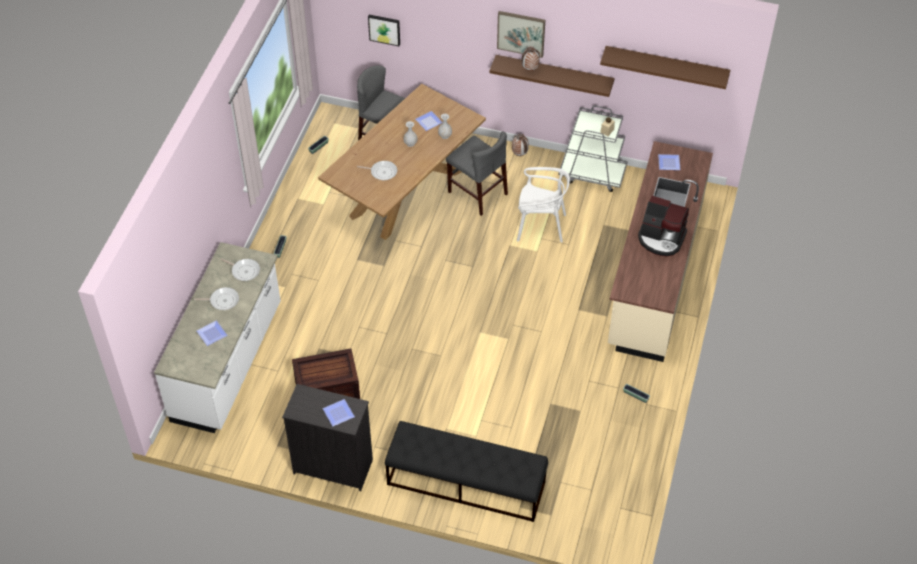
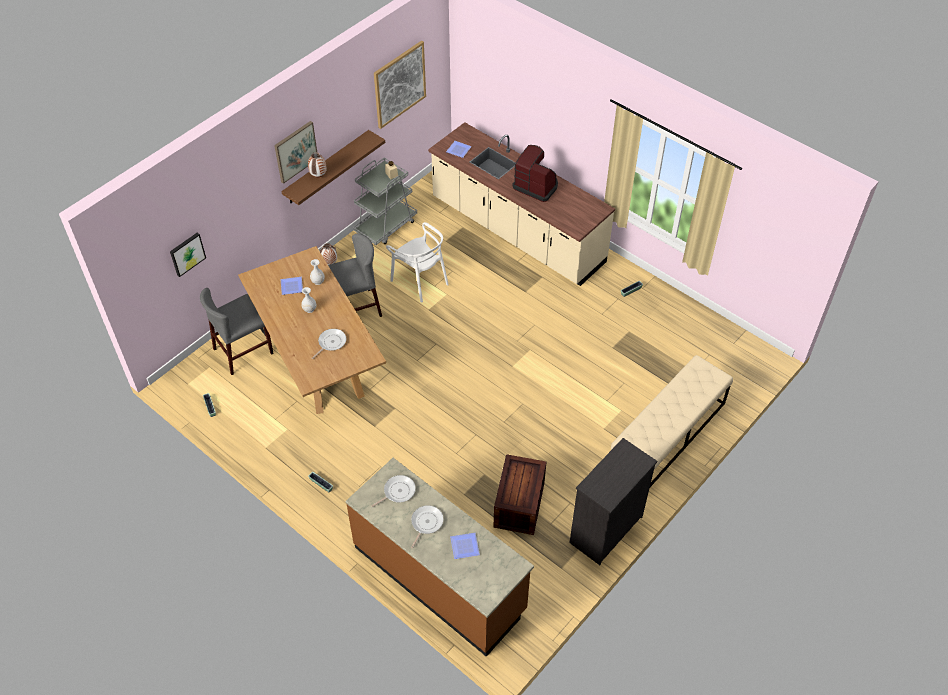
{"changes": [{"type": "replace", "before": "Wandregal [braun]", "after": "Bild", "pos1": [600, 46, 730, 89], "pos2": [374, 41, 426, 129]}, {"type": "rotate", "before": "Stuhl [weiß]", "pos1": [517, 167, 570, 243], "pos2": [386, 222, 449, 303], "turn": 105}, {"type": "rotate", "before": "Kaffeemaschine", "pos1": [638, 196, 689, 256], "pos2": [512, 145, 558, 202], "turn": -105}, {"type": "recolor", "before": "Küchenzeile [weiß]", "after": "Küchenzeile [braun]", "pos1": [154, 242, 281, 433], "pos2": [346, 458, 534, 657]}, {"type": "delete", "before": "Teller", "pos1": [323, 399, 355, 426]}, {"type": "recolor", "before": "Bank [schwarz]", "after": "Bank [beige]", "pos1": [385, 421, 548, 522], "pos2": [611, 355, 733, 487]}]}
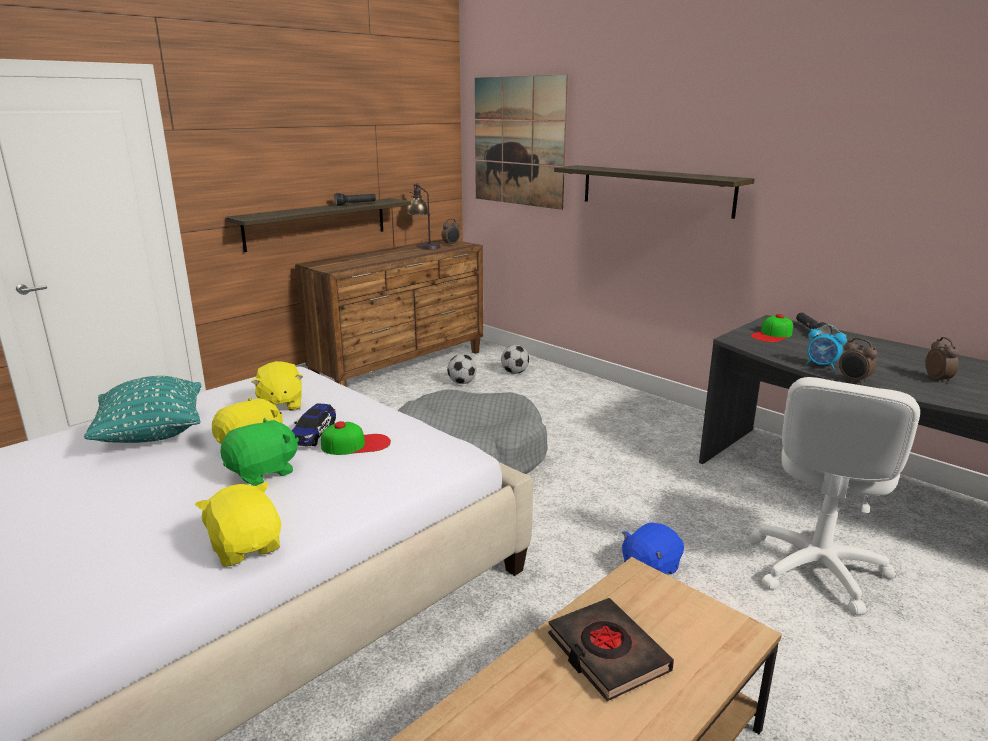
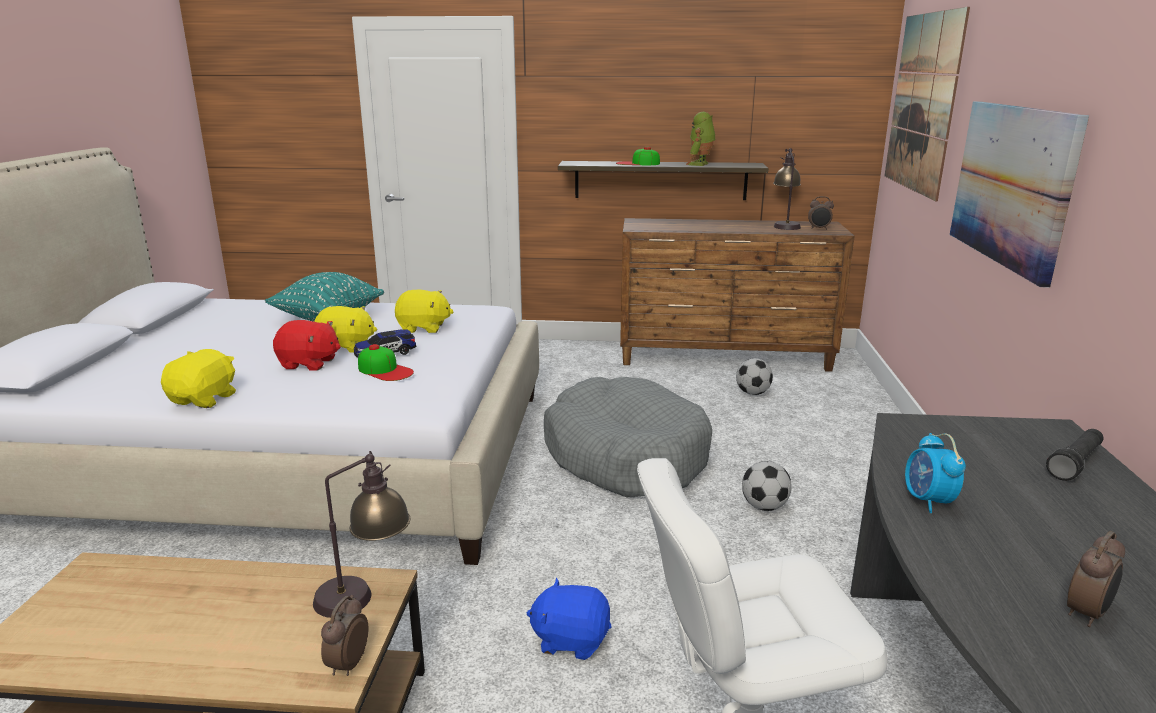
{"changes": [{"type": "replace", "before": "Wandregal", "after": "Bild", "pos1": [554, 165, 754, 219], "pos2": [950, 101, 1089, 288]}, {"type": "replace", "before": "Taschenlampe [schwarz]", "after": "Spielzeugroboter", "pos1": [335, 193, 376, 206], "pos2": [686, 112, 716, 166]}, {"type": "move", "before": "Kappe", "pos1": [751, 314, 793, 342], "pos2": [616, 147, 660, 165]}, {"type": "move", "before": "Wecker", "pos1": [839, 338, 877, 384], "pos2": [321, 595, 369, 676]}, {"type": "move", "before": "Fußball", "pos1": [501, 345, 529, 374], "pos2": [742, 461, 792, 511]}, {"type": "rotate", "before": "Plüschtier [gelb]", "pos1": [251, 361, 303, 411], "pos2": [395, 290, 454, 333], "turn": -120}, {"type": "recolor", "before": "Plüschtier [grün]", "after": "Plüschtier [rot]", "pos1": [220, 418, 299, 486], "pos2": [273, 320, 341, 371]}, {"type": "delete", "before": "Buch [schwarz]", "pos1": [548, 598, 674, 701]}, {"type": "insert", "after": "Tischlampe", "pos2": [313, 451, 410, 618]}]}
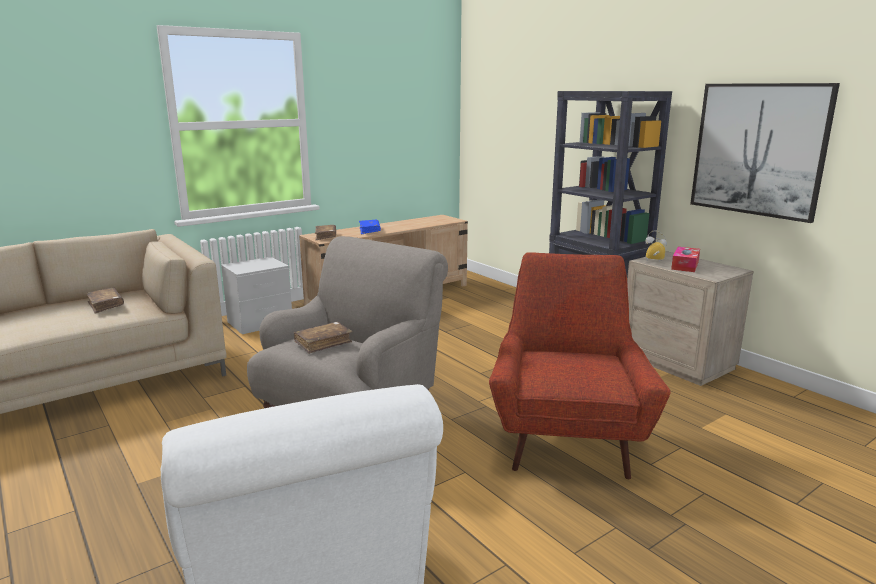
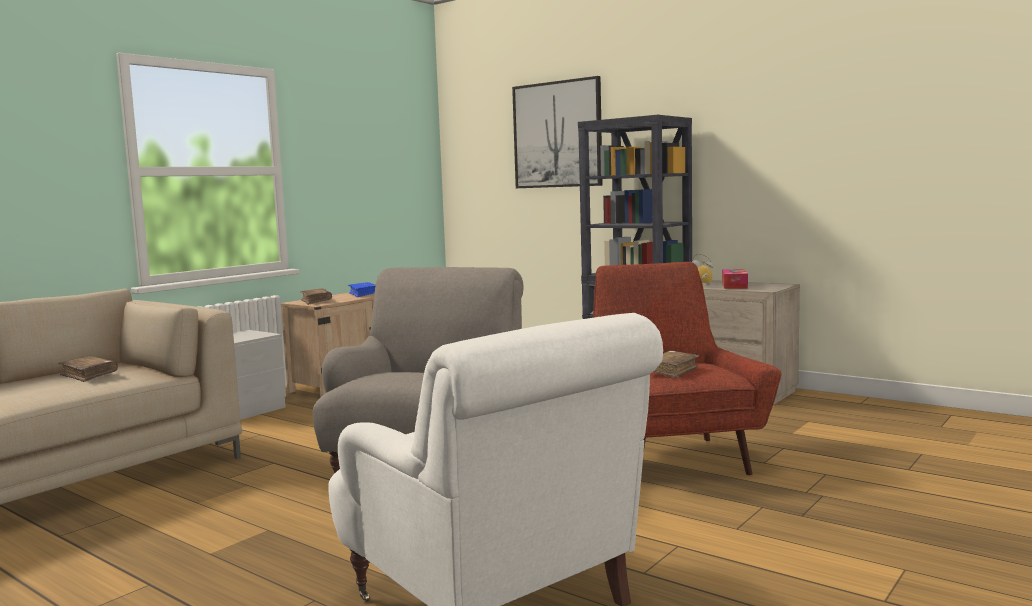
{"changes": [{"type": "move", "before": "Bild", "pos1": [690, 83, 840, 223], "pos2": [512, 76, 603, 188]}, {"type": "move", "before": "Buch [braun]", "pos1": [294, 322, 352, 354], "pos2": [653, 351, 699, 378]}]}
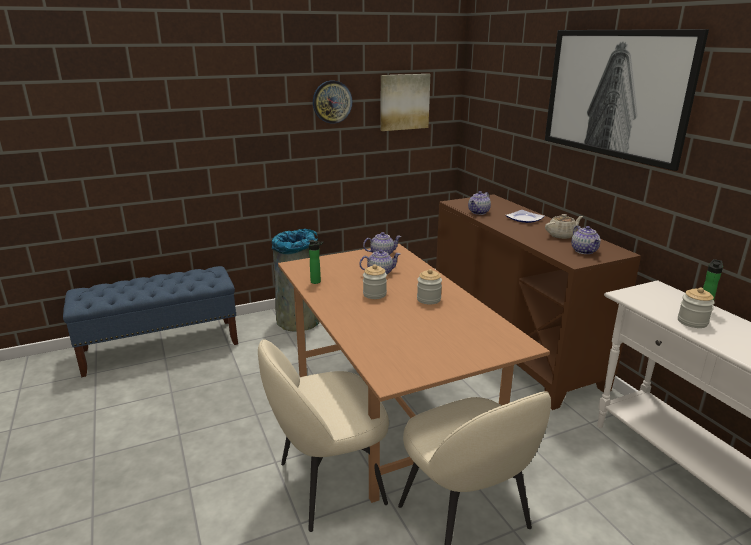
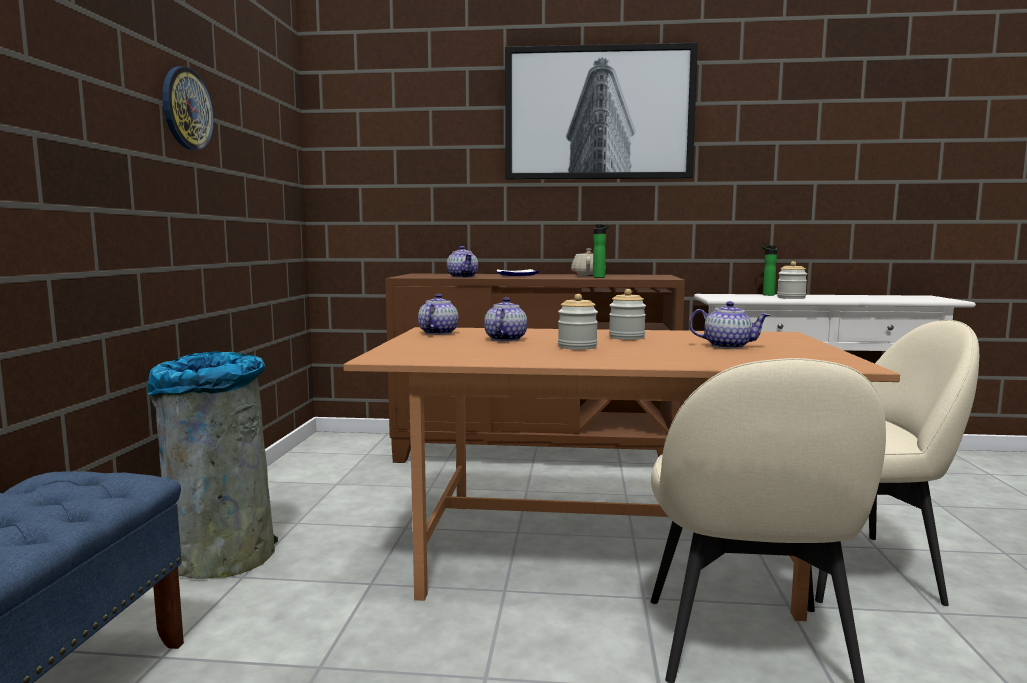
{"changes": [{"type": "delete", "before": "Bild", "pos1": [380, 74, 430, 131]}, {"type": "move", "before": "Teekanne", "pos1": [571, 225, 601, 254], "pos2": [689, 301, 770, 349]}, {"type": "move", "before": "Flasche", "pos1": [309, 240, 323, 284], "pos2": [593, 224, 609, 278]}]}
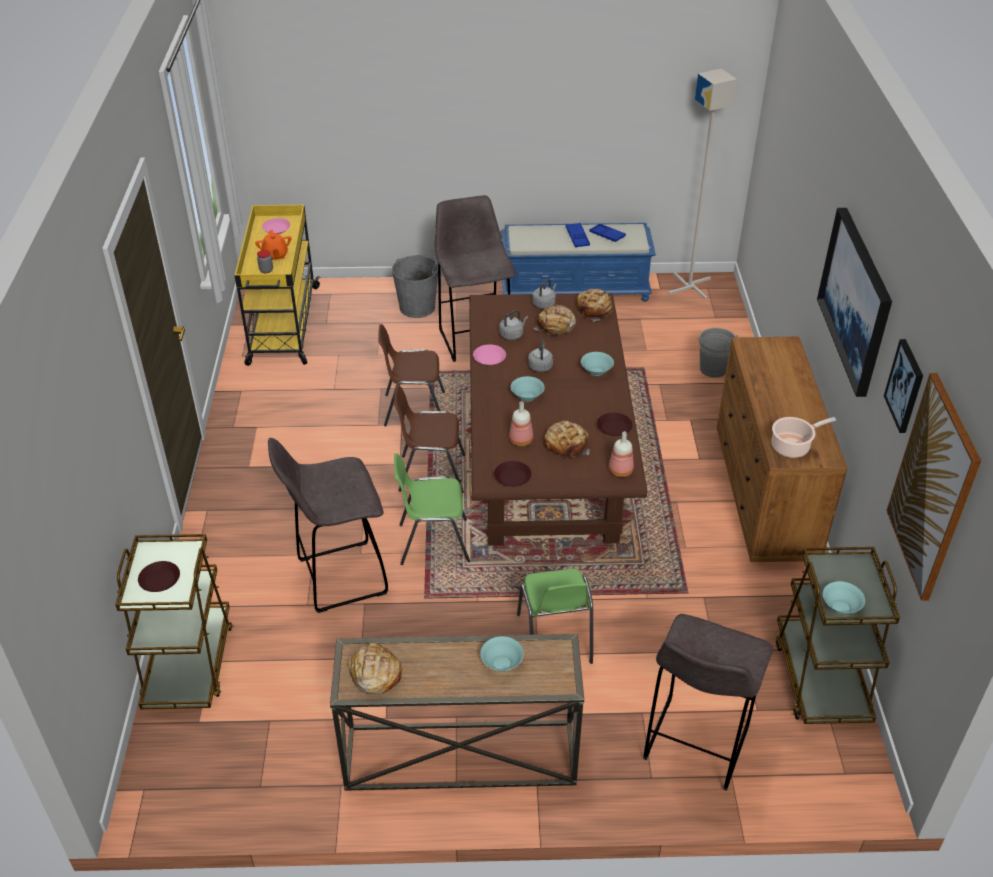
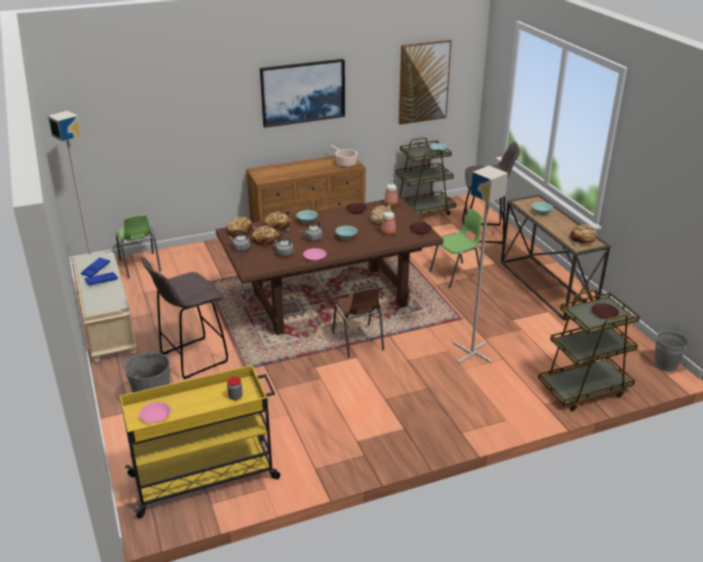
{"changes": [{"type": "recolor", "before": "Bank [blau]", "after": "Bank [beige]", "pos1": [502, 223, 656, 302], "pos2": [73, 252, 137, 363]}, {"type": "delete", "before": "Teekanne [orange]", "pos1": [255, 230, 291, 260]}, {"type": "delete", "before": "Stuhl [braun]", "pos1": [378, 324, 445, 426]}, {"type": "move", "before": "Eimer [grau]", "pos1": [697, 328, 738, 378], "pos2": [654, 329, 688, 371]}, {"type": "delete", "before": "Bild", "pos1": [884, 339, 923, 433]}, {"type": "replace", "before": "Hocker [grau]", "after": "Stehlampe [grau]", "pos1": [268, 438, 388, 613], "pos2": [453, 166, 508, 363]}, {"type": "move", "before": "Stuhl [grün]", "pos1": [394, 453, 470, 565], "pos2": [116, 215, 161, 278]}, {"type": "insert", "after": "Brot", "pos2": [264, 212, 291, 231]}]}
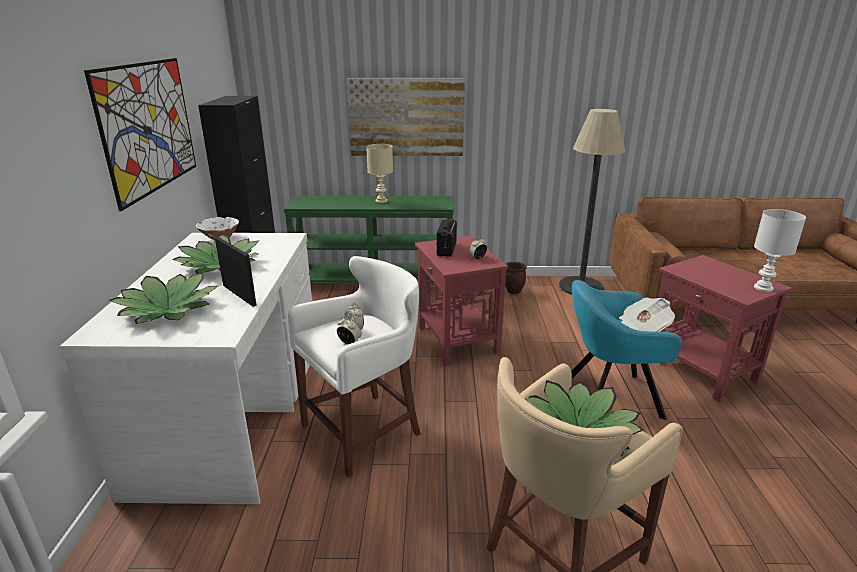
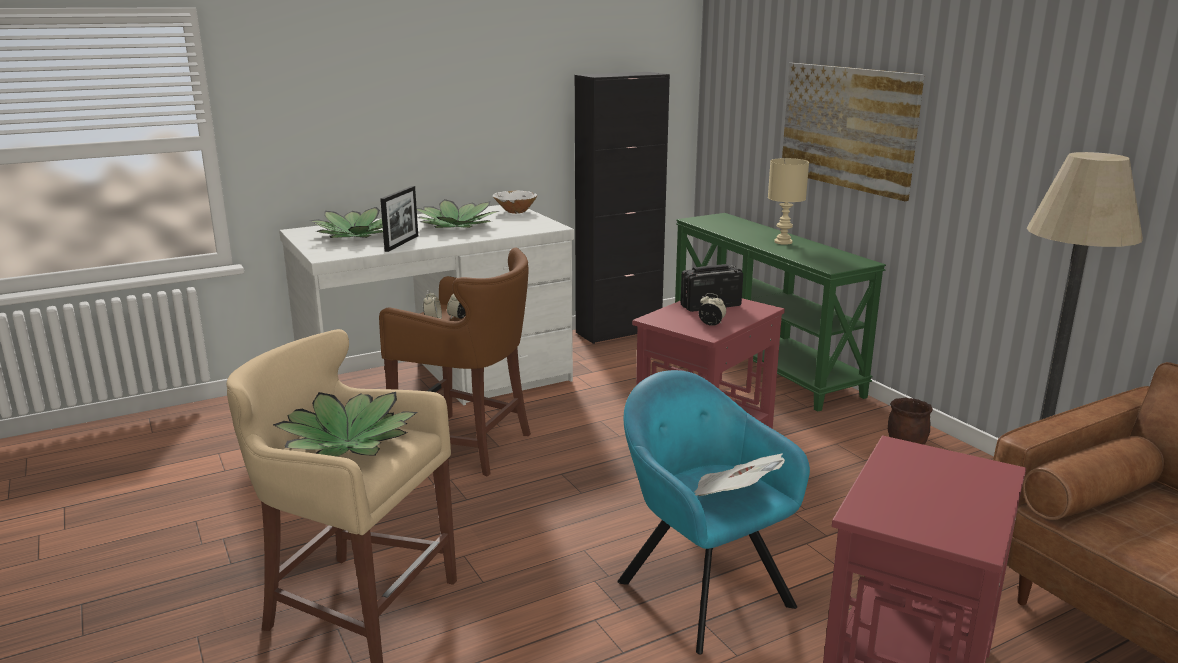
{"changes": [{"type": "delete", "before": "Bild", "pos1": [84, 58, 196, 211]}, {"type": "delete", "before": "Tischlampe [weiß]", "pos1": [754, 209, 806, 292]}, {"type": "recolor", "before": "Hocker [weiß]", "after": "Hocker [braun]", "pos1": [288, 256, 421, 477], "pos2": [379, 248, 531, 476]}]}
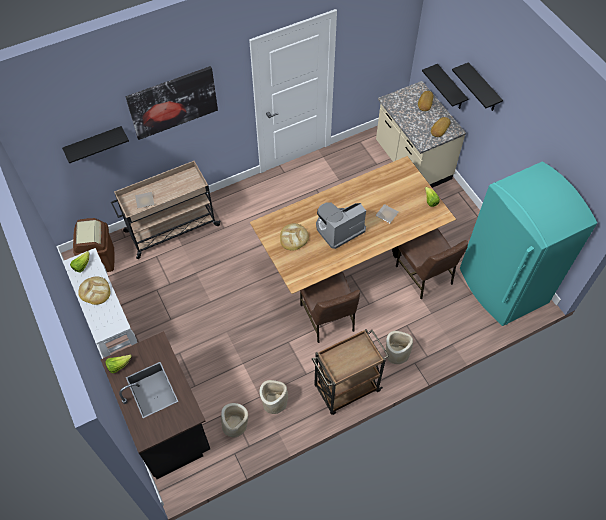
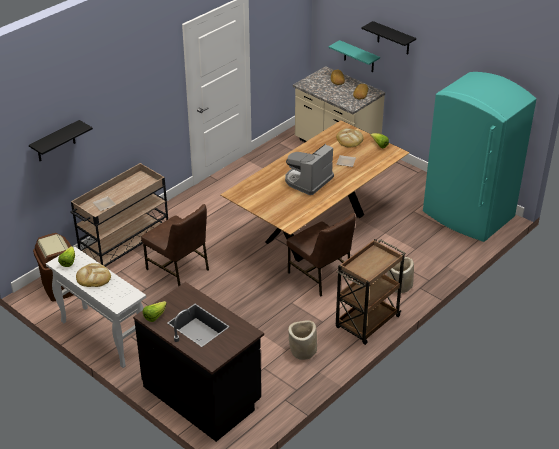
{"changes": [{"type": "recolor", "before": "Wandregal [schwarz]", "after": "Wandregal [türkis]", "pos1": [422, 64, 468, 109], "pos2": [328, 40, 380, 72]}, {"type": "delete", "before": "Bild", "pos1": [125, 66, 218, 140]}, {"type": "move", "before": "Brot", "pos1": [280, 223, 309, 251], "pos2": [336, 128, 364, 148]}, {"type": "move", "before": "Stuhl [braun]", "pos1": [396, 228, 468, 299], "pos2": [141, 204, 209, 287]}, {"type": "delete", "before": "Pflanzkübel [beige]", "pos1": [221, 403, 248, 437]}]}
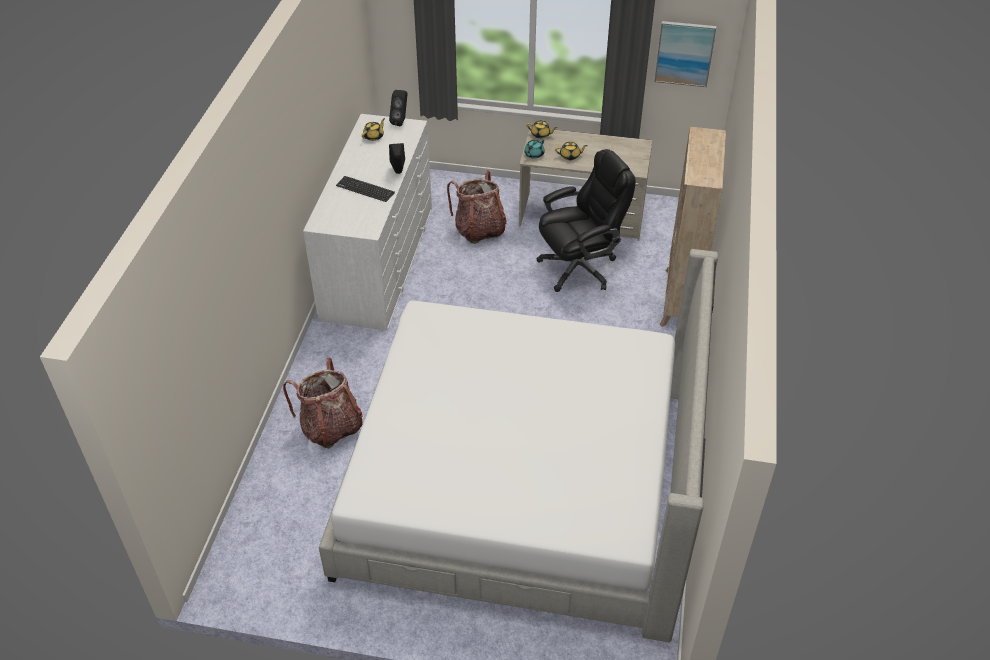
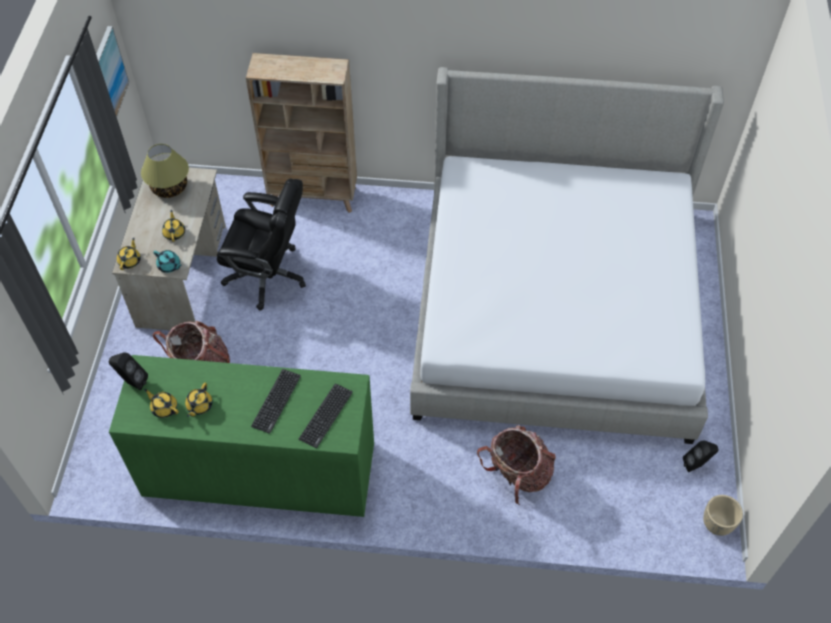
{"changes": [{"type": "recolor", "before": "Kommode [weiß]", "after": "Kommode [grün]", "pos1": [303, 114, 432, 331], "pos2": [109, 355, 374, 517]}, {"type": "move", "before": "Lautsprecher [schwarz]", "pos1": [389, 143, 405, 174], "pos2": [683, 441, 718, 472]}, {"type": "rotate", "before": "Bürostuhl [schwarz]", "pos1": [537, 149, 636, 292], "pos2": [217, 178, 306, 310], "turn": 135}, {"type": "insert", "after": "Tischlampe", "pos2": [141, 144, 189, 198]}, {"type": "insert", "after": "Teekanne [gelb]", "pos2": [185, 382, 212, 417]}, {"type": "insert", "after": "Tastatur", "pos2": [298, 383, 353, 448]}, {"type": "insert", "after": "Pflanzkübel [beige]", "pos2": [703, 495, 743, 536]}]}
